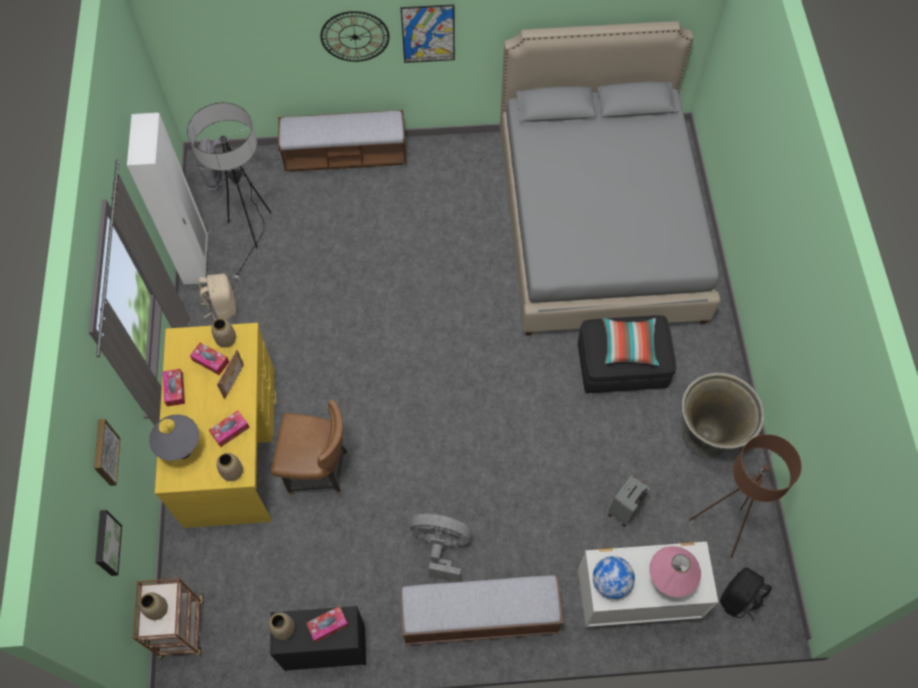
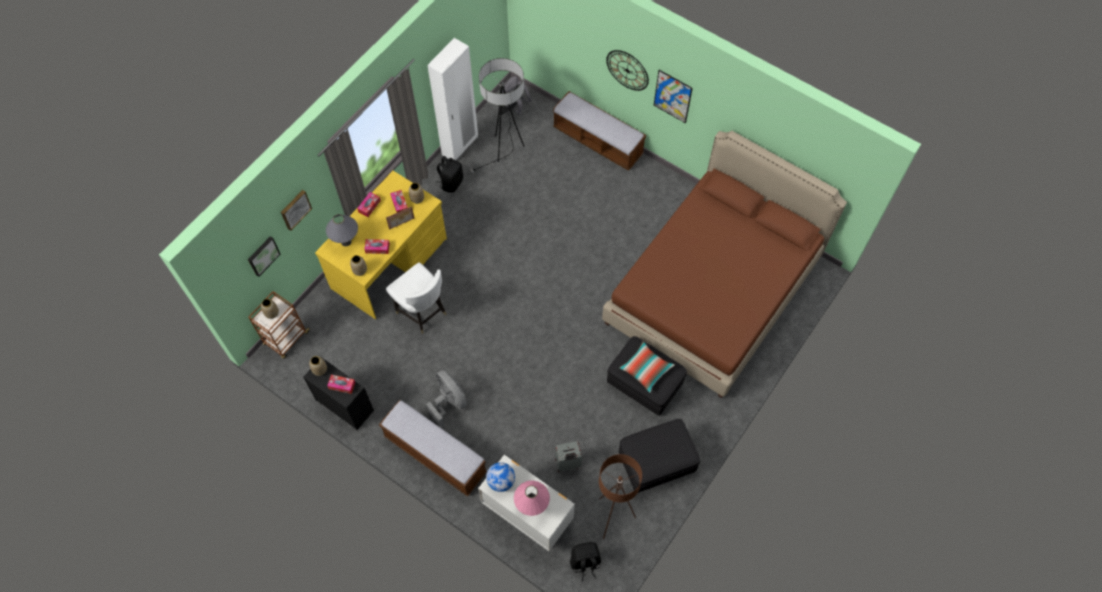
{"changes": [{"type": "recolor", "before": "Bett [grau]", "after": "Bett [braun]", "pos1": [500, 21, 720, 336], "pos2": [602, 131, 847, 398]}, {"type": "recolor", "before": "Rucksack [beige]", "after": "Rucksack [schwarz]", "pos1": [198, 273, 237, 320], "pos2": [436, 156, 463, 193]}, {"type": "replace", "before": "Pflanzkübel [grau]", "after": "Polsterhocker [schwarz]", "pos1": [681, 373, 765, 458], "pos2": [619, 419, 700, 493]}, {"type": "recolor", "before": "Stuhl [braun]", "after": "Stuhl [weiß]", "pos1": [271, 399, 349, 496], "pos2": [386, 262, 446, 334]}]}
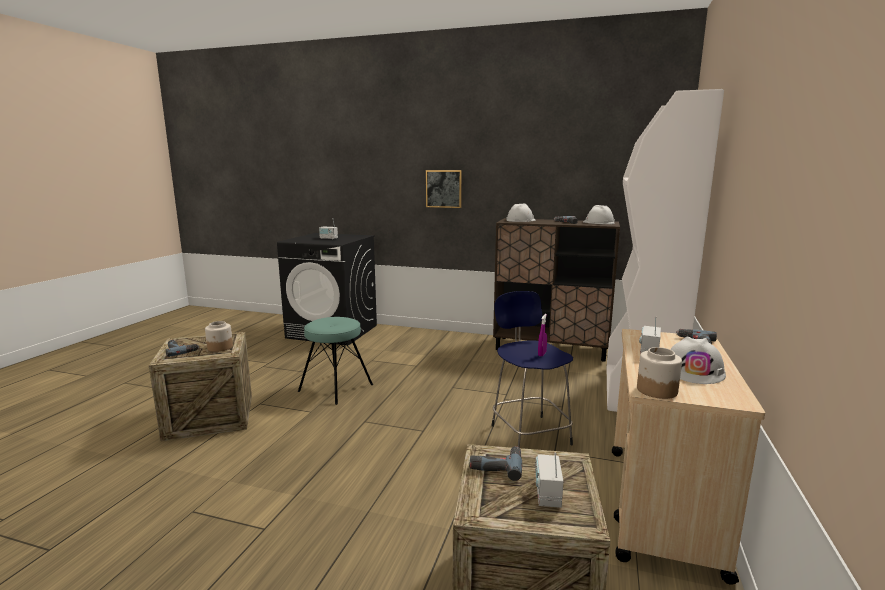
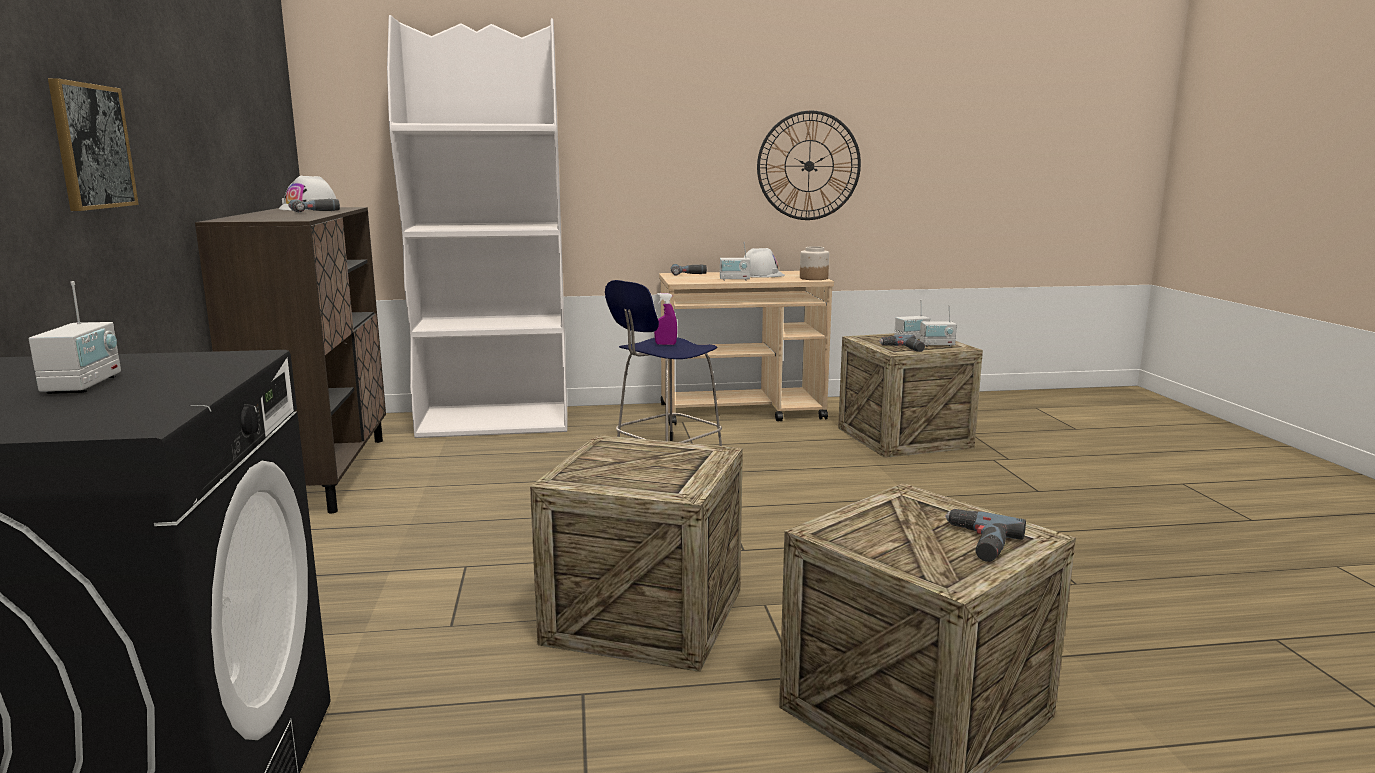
{"changes": [{"type": "delete", "before": "Schutzhelm [weiß]", "pos1": [507, 203, 536, 222]}, {"type": "replace", "before": "Hocker [türkis]", "after": "Kiste", "pos1": [298, 317, 373, 405], "pos2": [530, 435, 743, 672]}, {"type": "delete", "before": "Vorratsglas", "pos1": [205, 321, 233, 352]}, {"type": "insert", "after": "Wanduhr", "pos2": [757, 111, 861, 220]}, {"type": "insert", "after": "Radio", "pos2": [920, 305, 957, 347]}]}
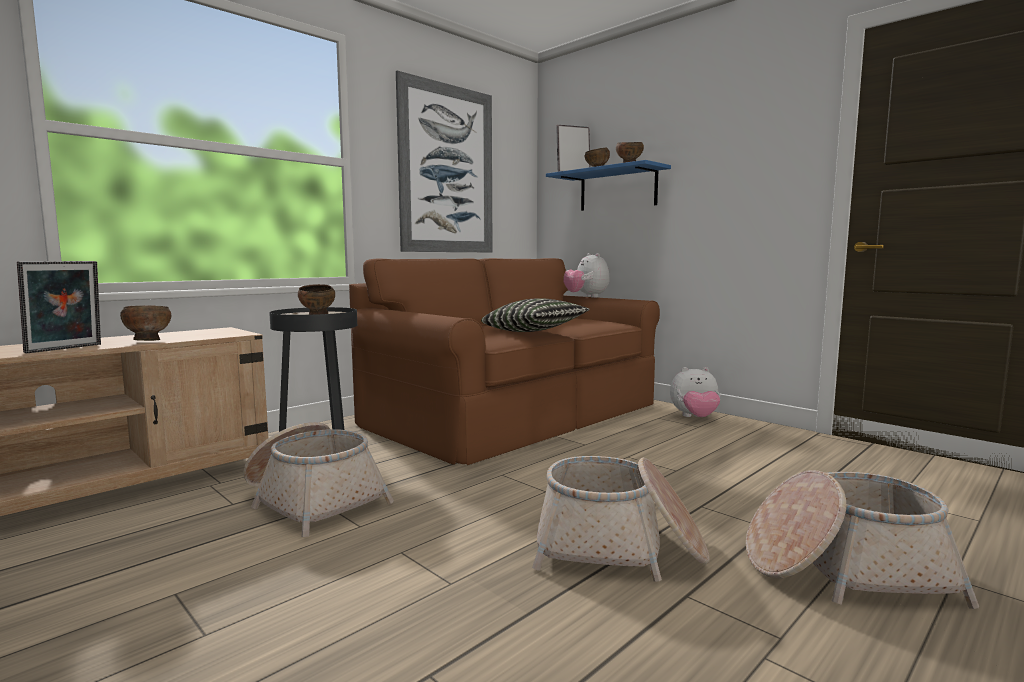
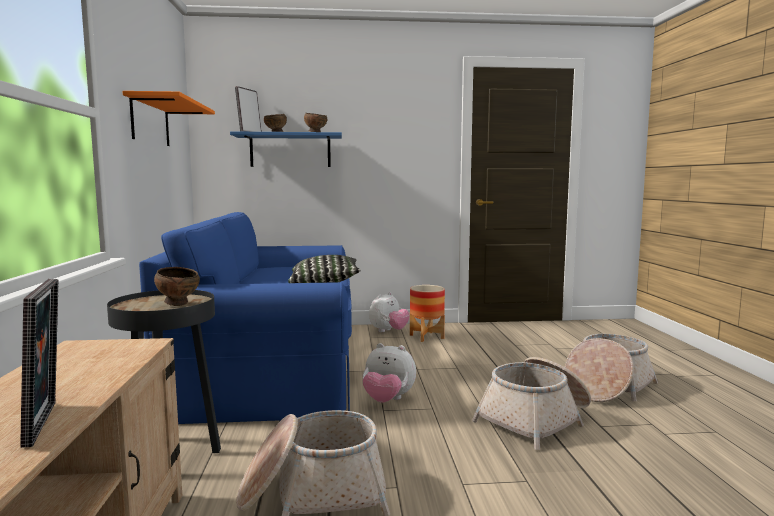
{"changes": [{"type": "replace", "before": "Bild", "after": "Wandregal [orange]", "pos1": [396, 71, 493, 252], "pos2": [123, 91, 215, 146]}, {"type": "move", "before": "Plüschtier", "pos1": [563, 253, 610, 298], "pos2": [363, 343, 416, 402]}, {"type": "recolor", "before": "Sofa [braun]", "after": "Sofa [blau]", "pos1": [349, 258, 660, 465], "pos2": [139, 212, 352, 424]}, {"type": "delete", "before": "Schüssel [braun]", "pos1": [120, 305, 171, 341]}, {"type": "insert", "after": "Pflanzkübel", "pos2": [410, 285, 445, 342]}]}
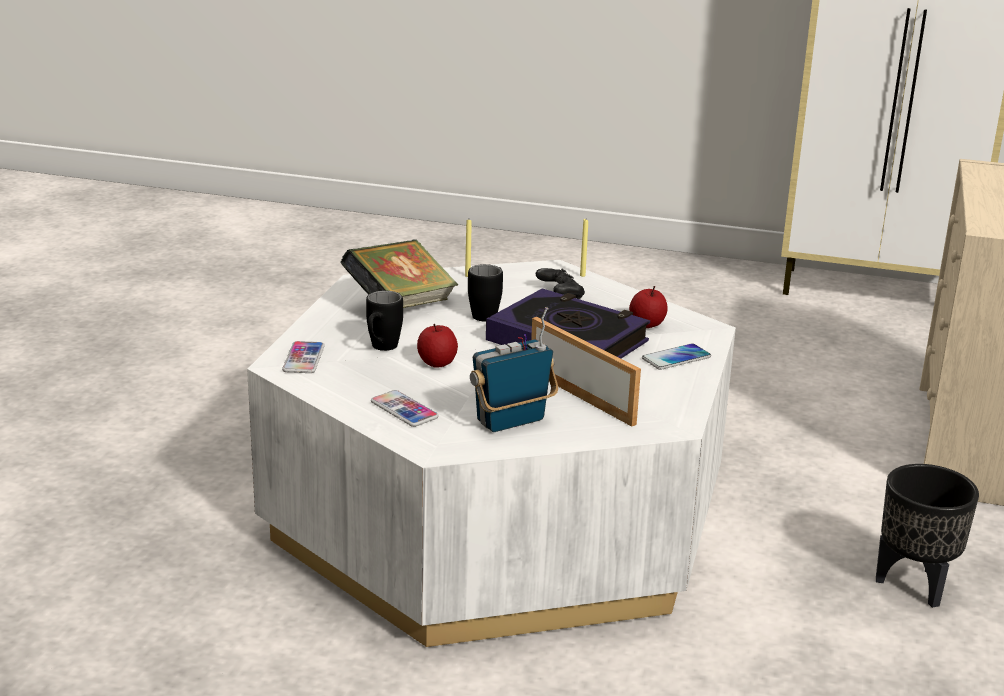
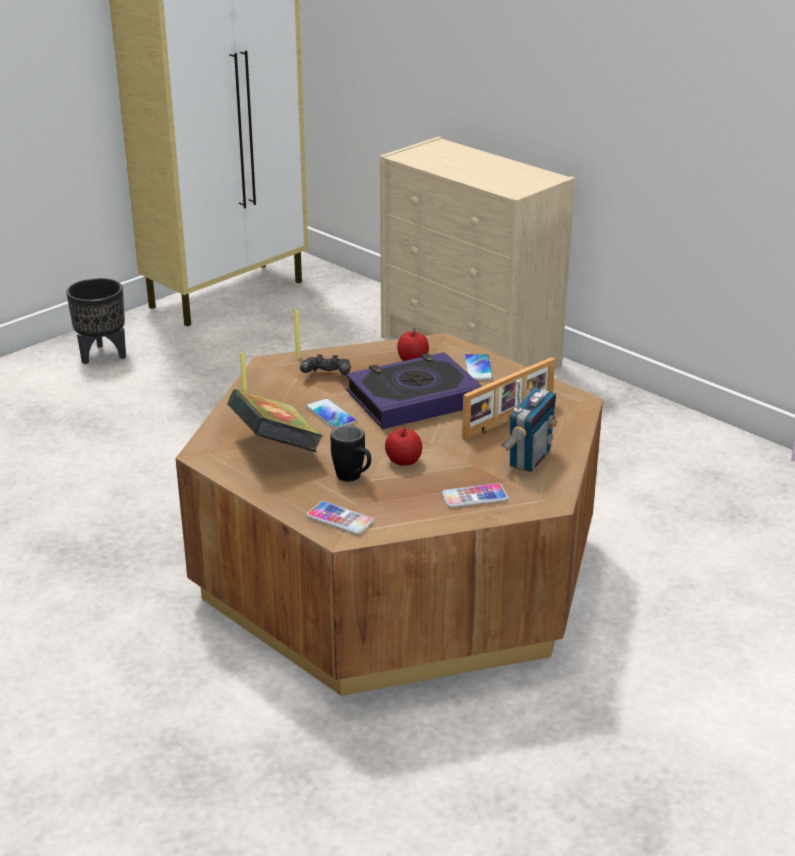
{"changes": [{"type": "recolor", "before": "Couchtisch [weiß]", "after": "Couchtisch [braun]", "pos1": [247, 260, 736, 647], "pos2": [176, 333, 603, 696]}, {"type": "replace", "before": "Henkelbecher [schwarz]", "after": "Handy", "pos1": [468, 264, 503, 321], "pos2": [306, 398, 357, 429]}, {"type": "rotate", "before": "Radio", "pos1": [470, 307, 558, 432], "pos2": [501, 380, 557, 472], "turn": -150}, {"type": "rotate", "before": "Bilderrahmen", "pos1": [531, 317, 641, 427], "pos2": [462, 357, 555, 441], "turn": 150}, {"type": "move", "before": "Pflanzkübel [schwarz]", "pos1": [876, 464, 979, 608], "pos2": [66, 278, 126, 364]}]}
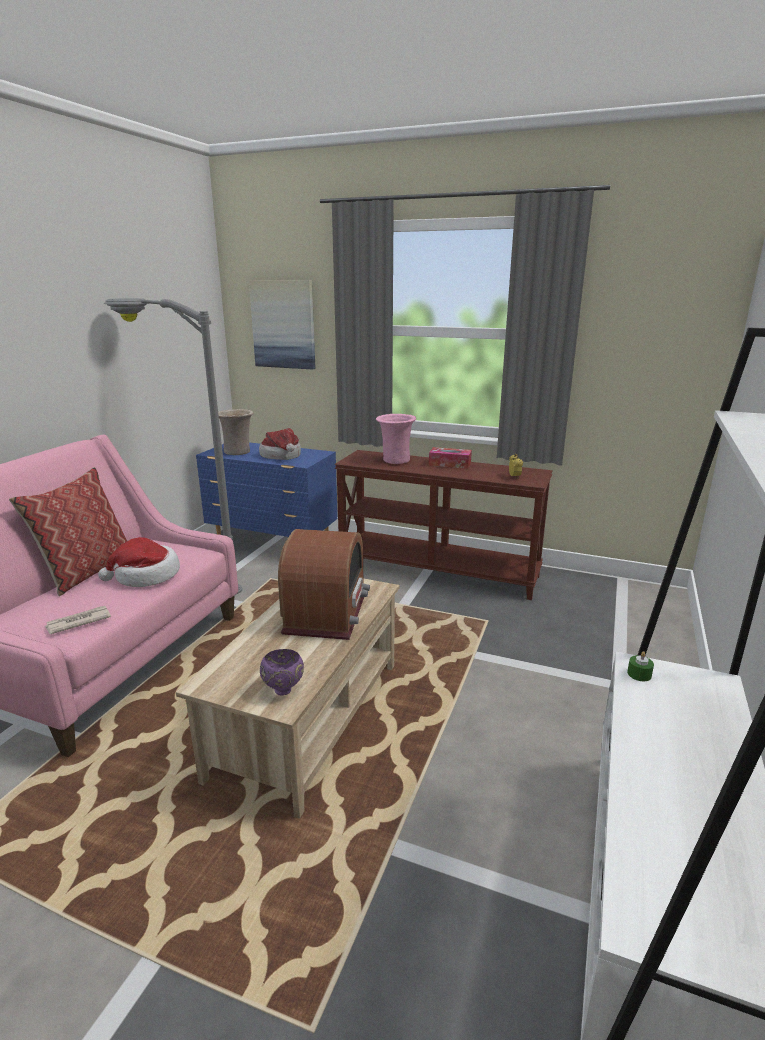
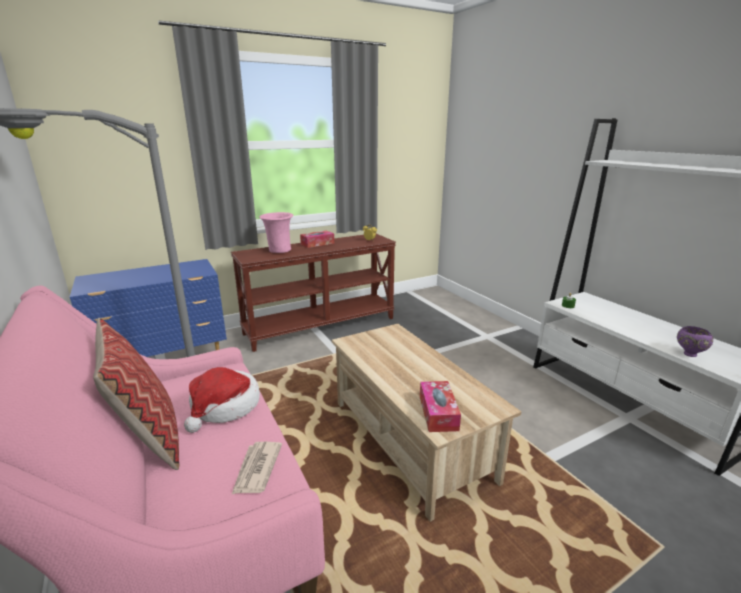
{"changes": [{"type": "delete", "before": "Bild", "pos1": [249, 280, 316, 370]}, {"type": "delete", "before": "Vase [beige]", "pos1": [218, 409, 254, 455]}, {"type": "delete", "before": "Hut", "pos1": [259, 428, 301, 460]}, {"type": "delete", "before": "Radio", "pos1": [278, 529, 370, 640]}, {"type": "move", "before": "Schüssel [lila]", "pos1": [260, 649, 304, 695], "pos2": [677, 326, 713, 357]}, {"type": "insert", "after": "Taschentuchbox", "pos2": [420, 381, 461, 432]}]}
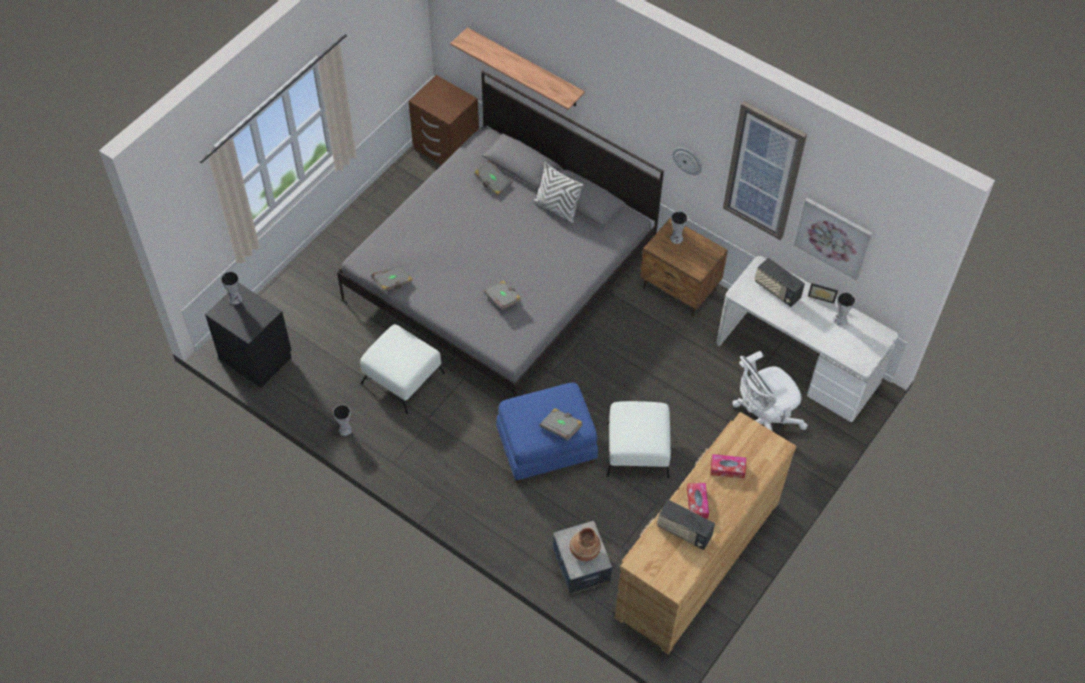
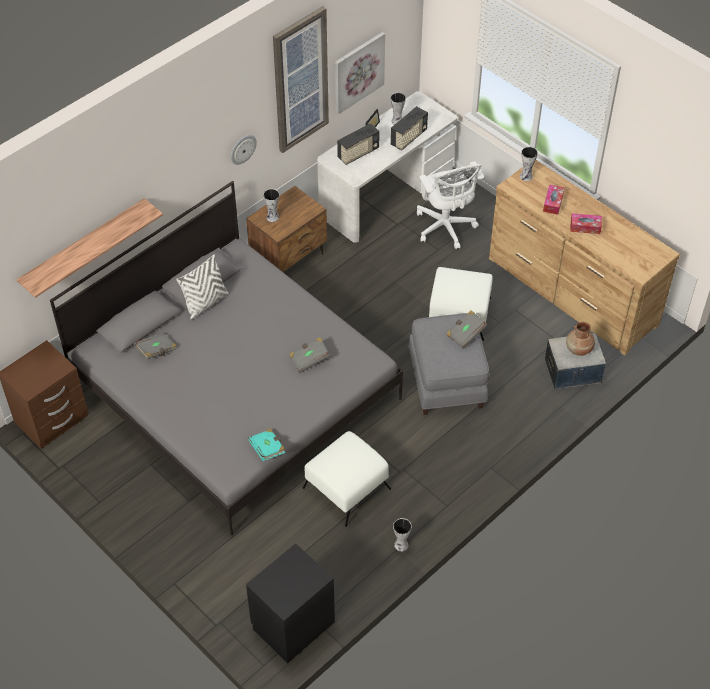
{"changes": [{"type": "recolor", "before": "Buch [grau]", "after": "Buch [türkis]", "pos1": [371, 265, 413, 292], "pos2": [248, 428, 285, 461]}, {"type": "move", "before": "Vase", "pos1": [221, 271, 242, 305], "pos2": [520, 147, 538, 181]}, {"type": "recolor", "before": "Polsterhocker [blau]", "after": "Polsterhocker [grau]", "pos1": [496, 382, 598, 483], "pos2": [408, 313, 489, 415]}, {"type": "move", "before": "Radio", "pos1": [657, 499, 715, 550], "pos2": [391, 106, 428, 151]}]}
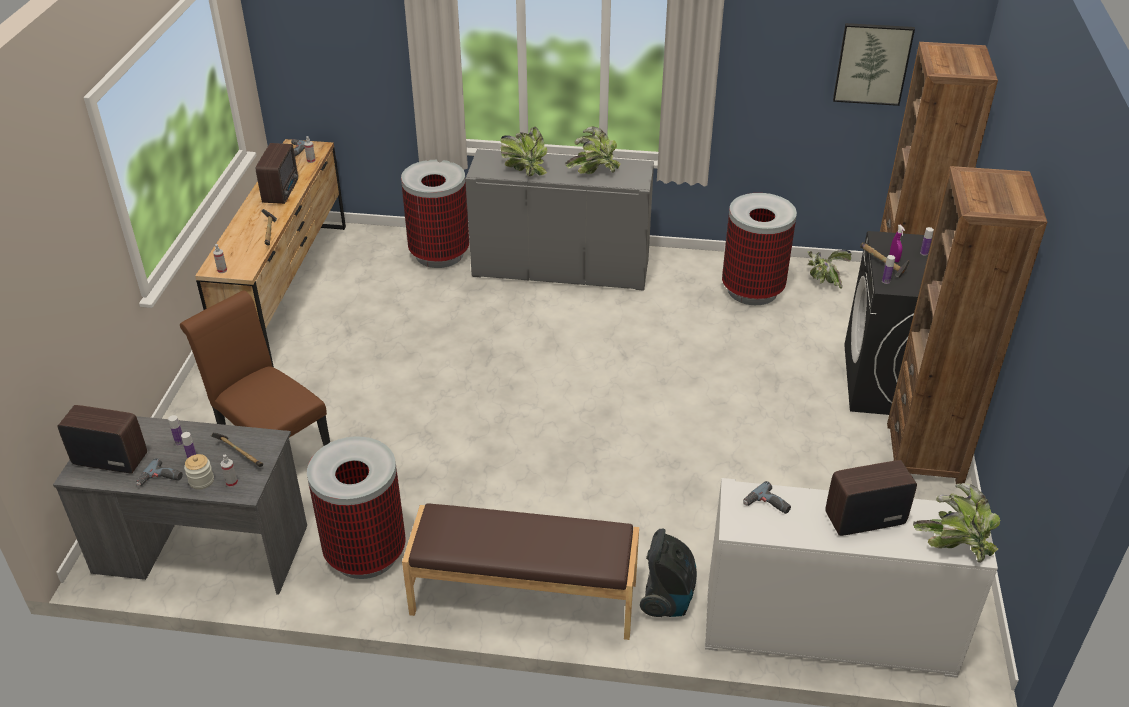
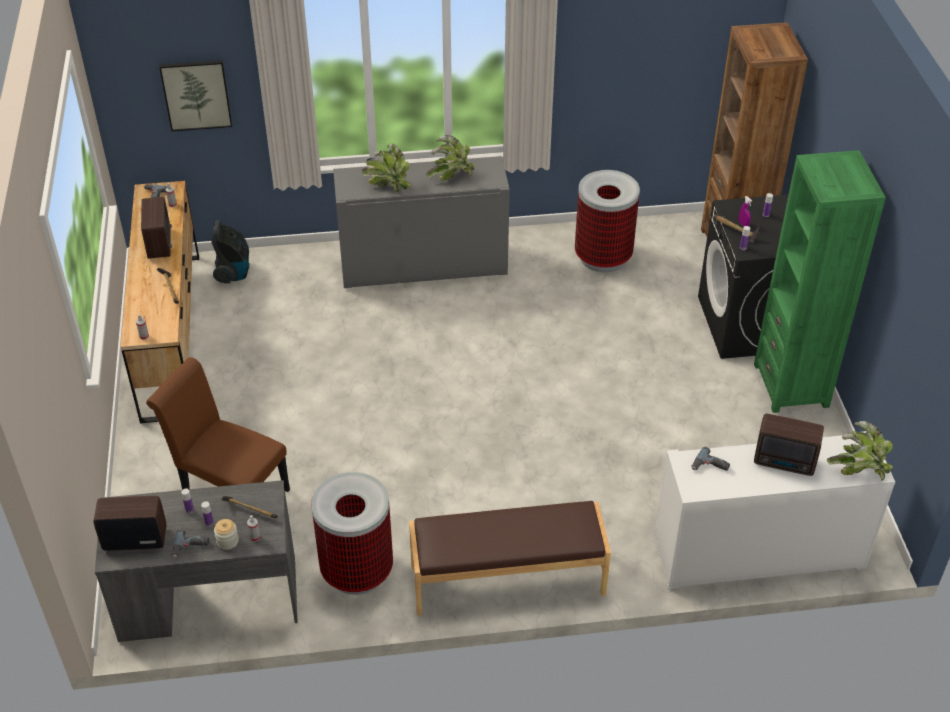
{"changes": [{"type": "move", "before": "Bild", "pos1": [833, 23, 915, 106], "pos2": [159, 60, 232, 131]}, {"type": "delete", "before": "Mülleimer", "pos1": [401, 160, 469, 268]}, {"type": "recolor", "before": "Bücherregal [braun]", "after": "Bücherregal [grün]", "pos1": [887, 166, 1047, 484], "pos2": [754, 150, 886, 413]}, {"type": "delete", "before": "Topfpflanze", "pos1": [807, 250, 852, 289]}, {"type": "rotate", "before": "Radio", "pos1": [825, 460, 917, 536], "pos2": [754, 414, 824, 476], "turn": -135}, {"type": "move", "before": "Staubsauger", "pos1": [640, 529, 697, 617], "pos2": [211, 220, 250, 284]}]}
